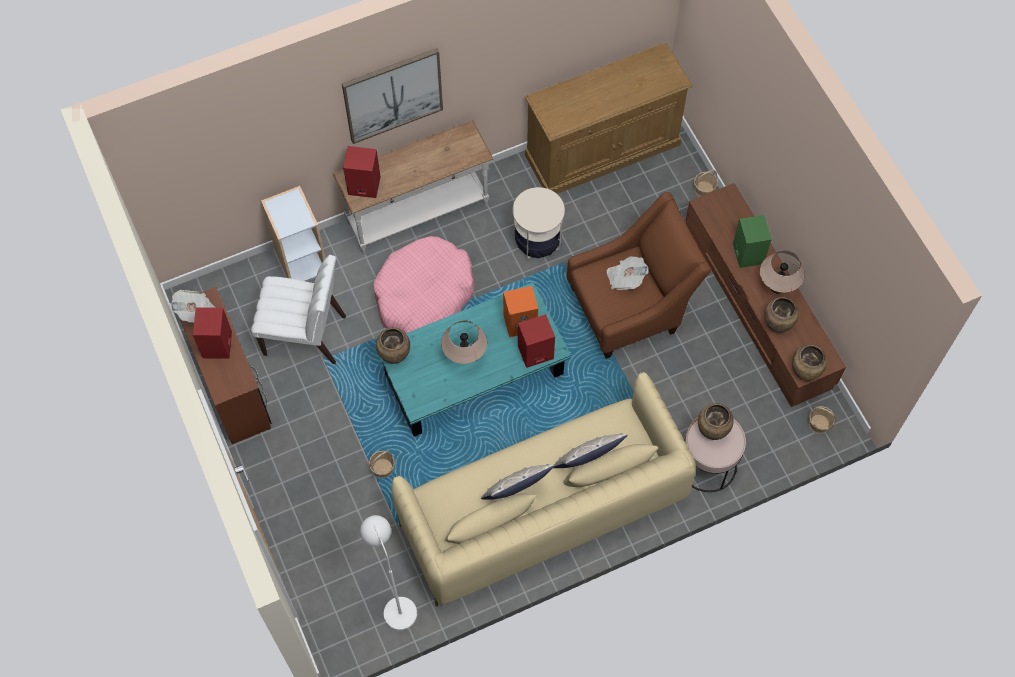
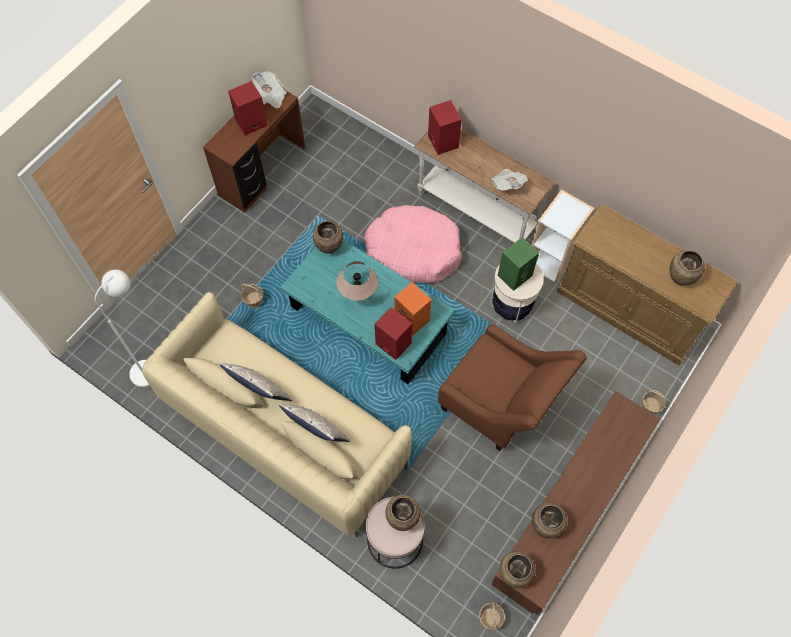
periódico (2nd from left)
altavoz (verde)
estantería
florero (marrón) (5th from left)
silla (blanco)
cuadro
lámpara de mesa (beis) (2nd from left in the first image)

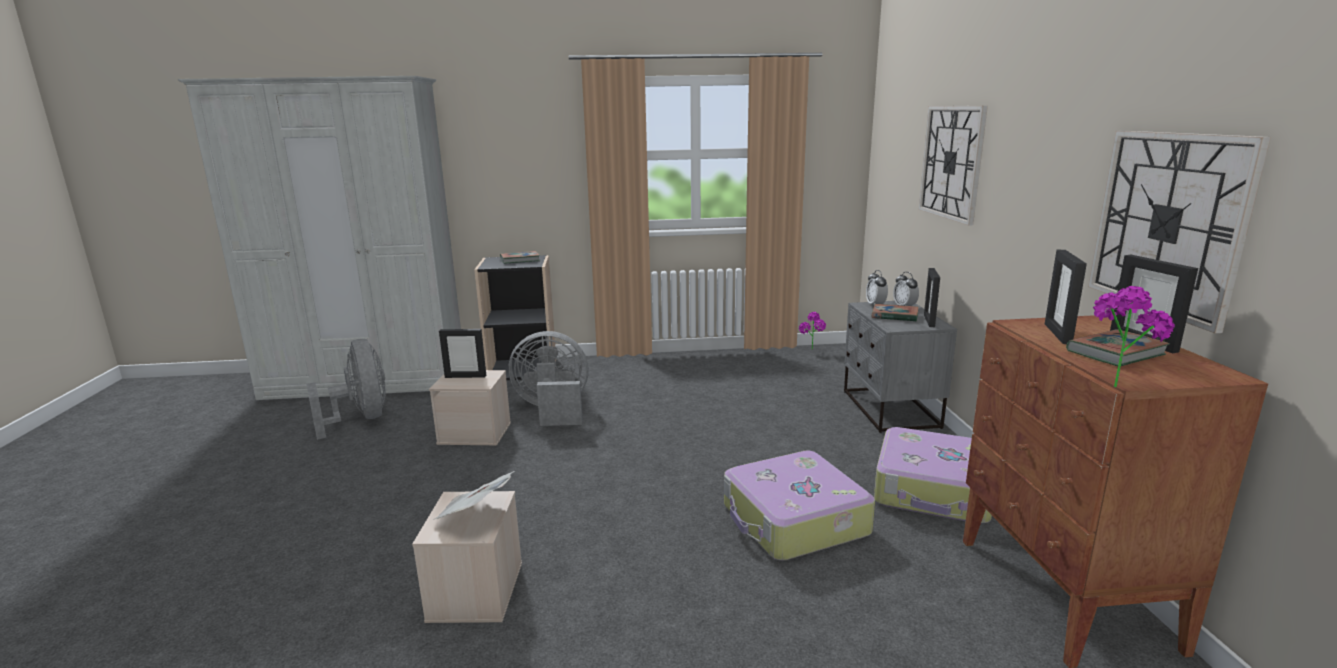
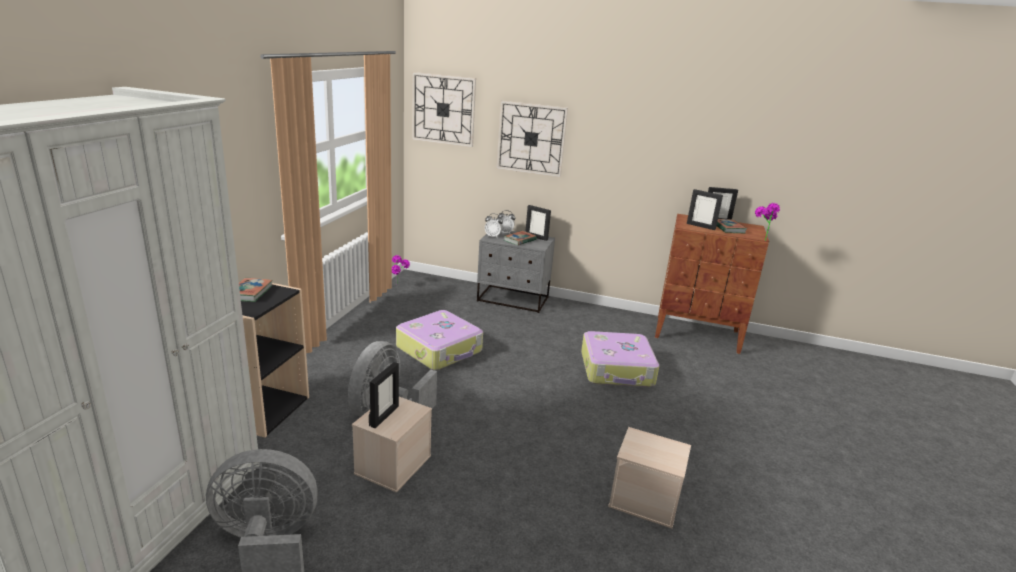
maleta (1st from left)
reloj de pared (1st from left)
periódico

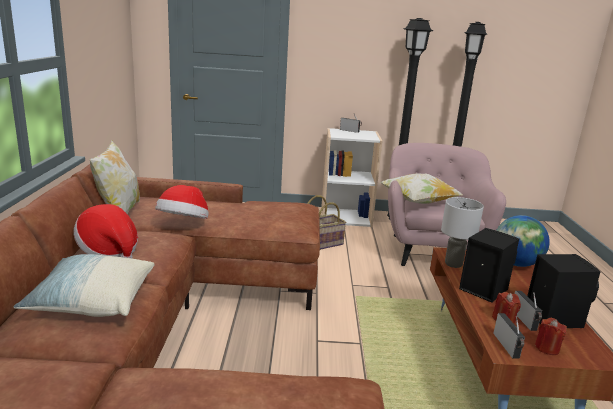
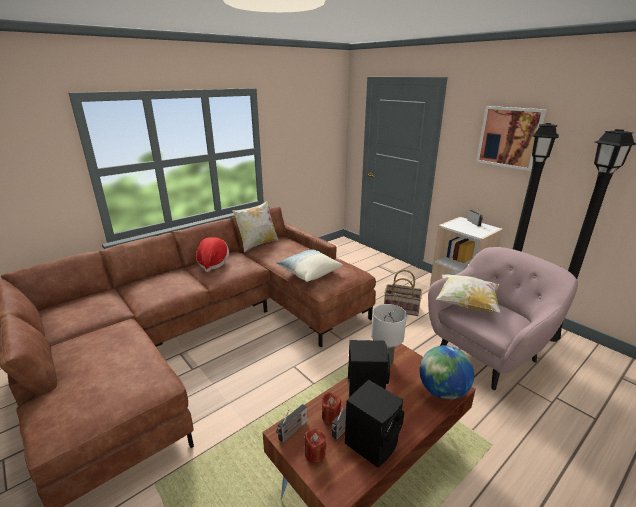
cojín (2nd from left)
cuadro
sombrero (2nd from left in the first image)

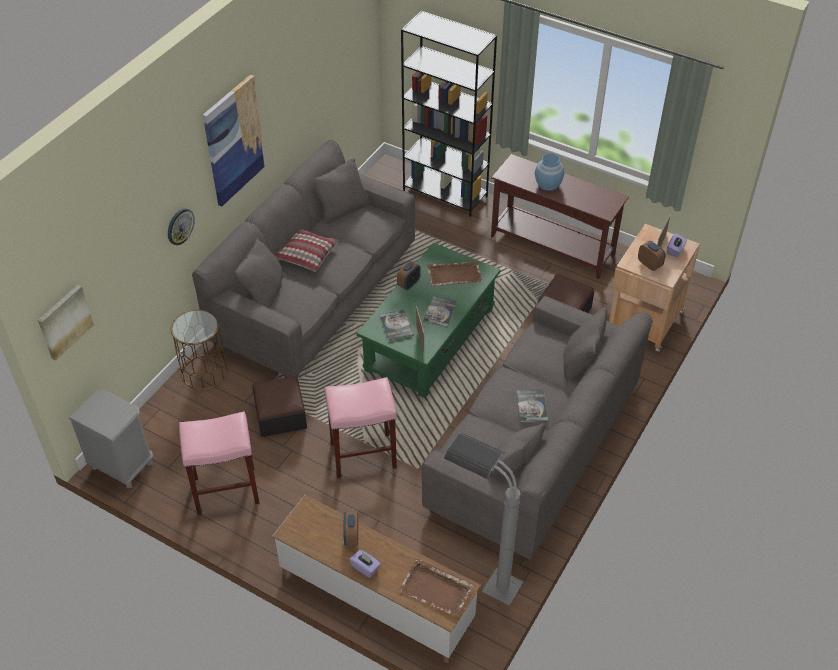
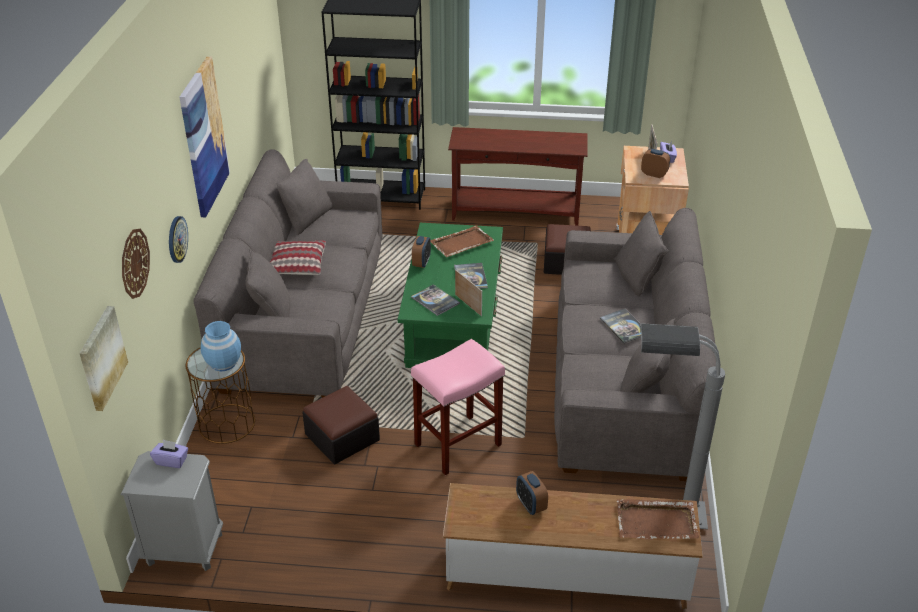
reloj de pared (1st from left)
caja de pañuelos (morado) (1st from left)
florero (azul)
taburete (rosa) (1st from left in the first image)

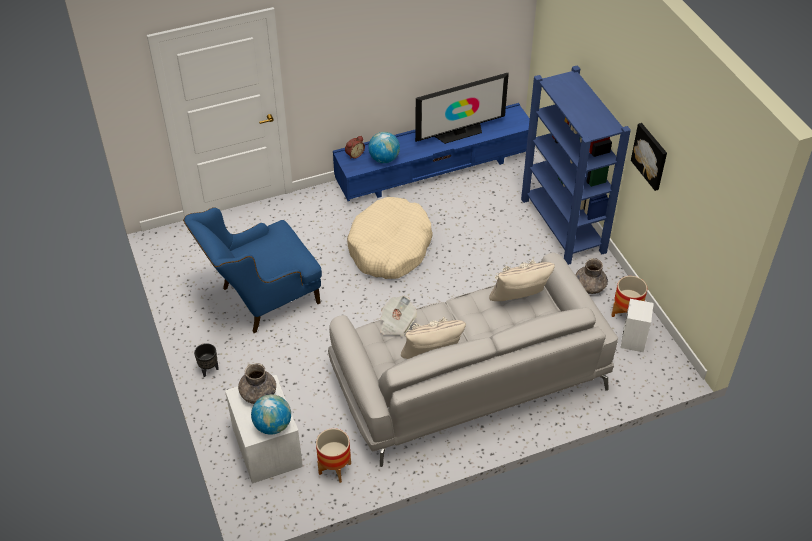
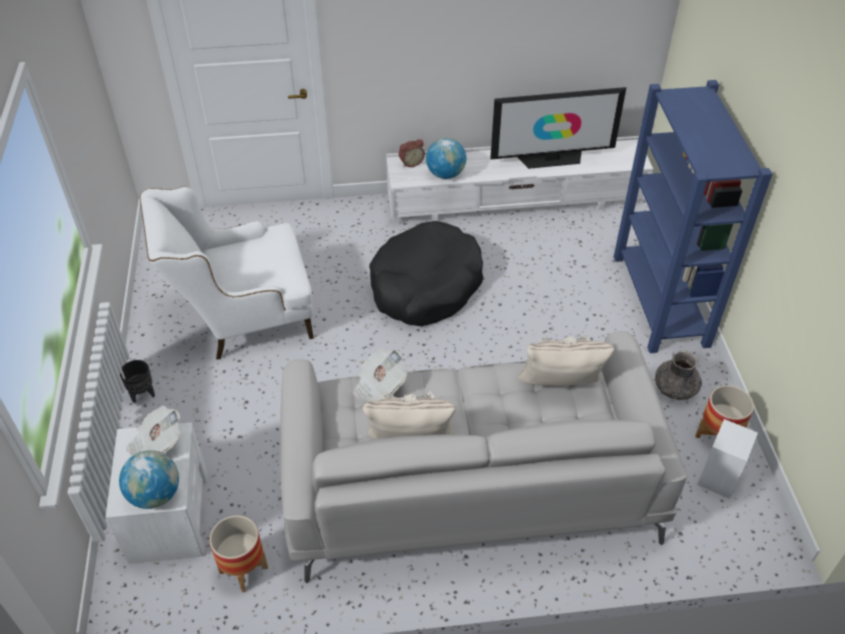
periódico (1st from left)
sillón (blanco)
cama para perro (negro)
mueble de televisión (blanco)
cuadro

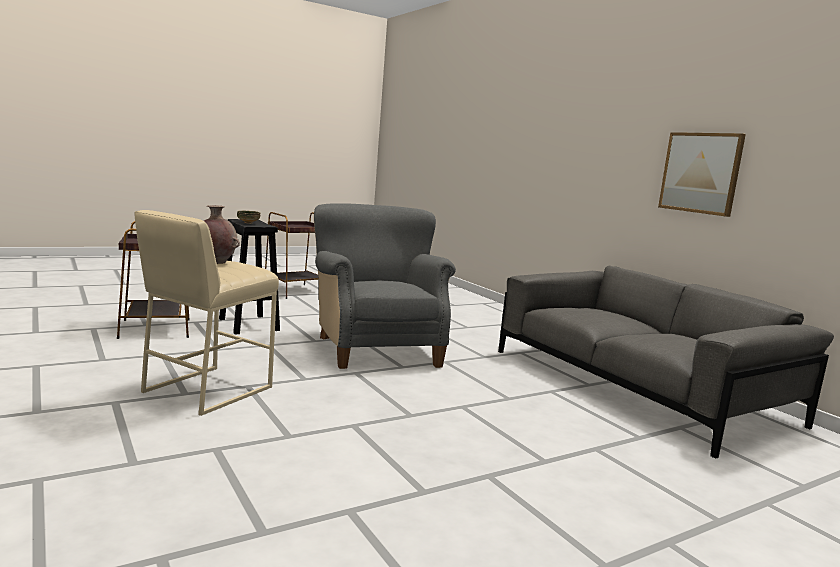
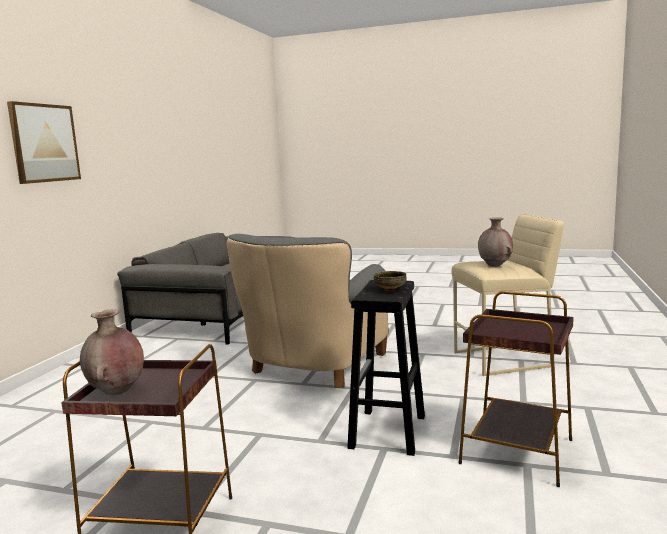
cuadro
florero (marrón) (1st from left)

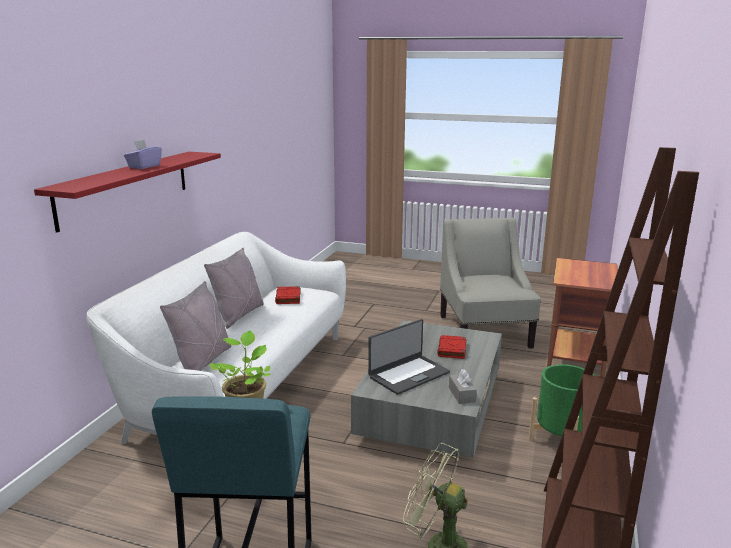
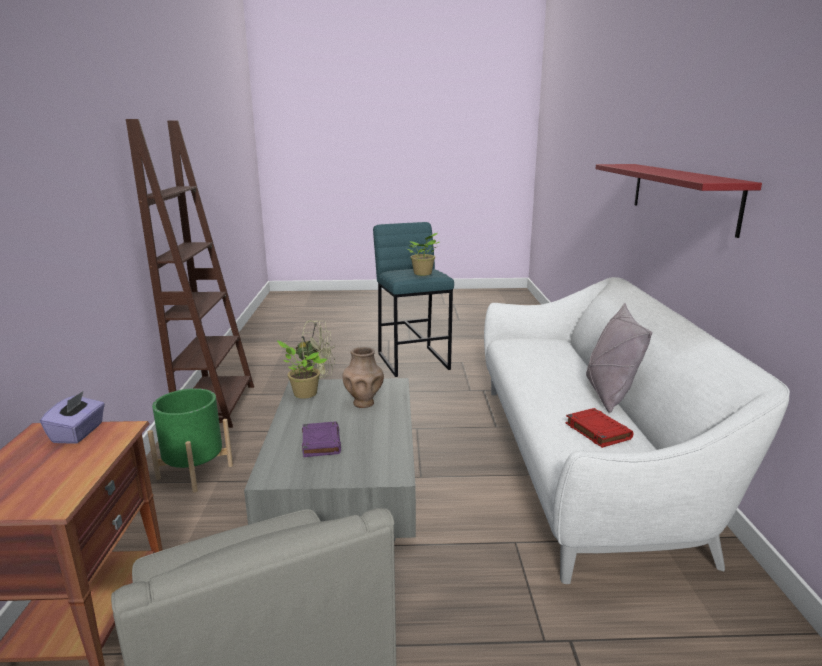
caja de pañuelos (morado)
planta en maceta (1st from left)
libro (morado)
florero (marrón)
cojín (morado) (1st from left in the first image)

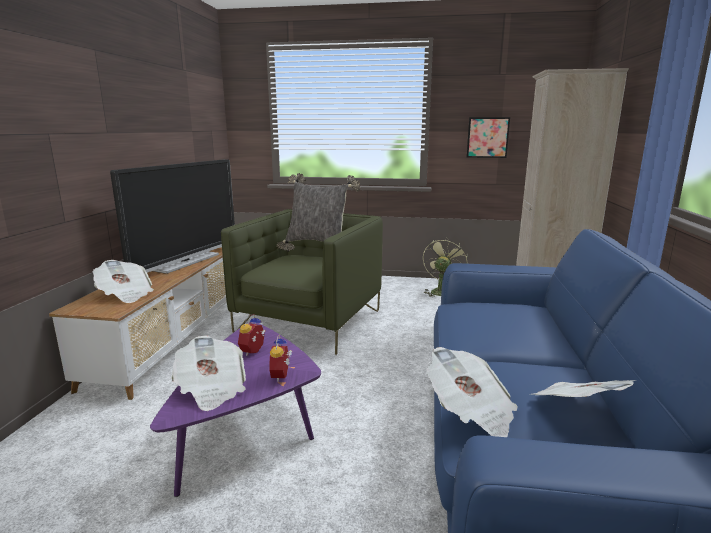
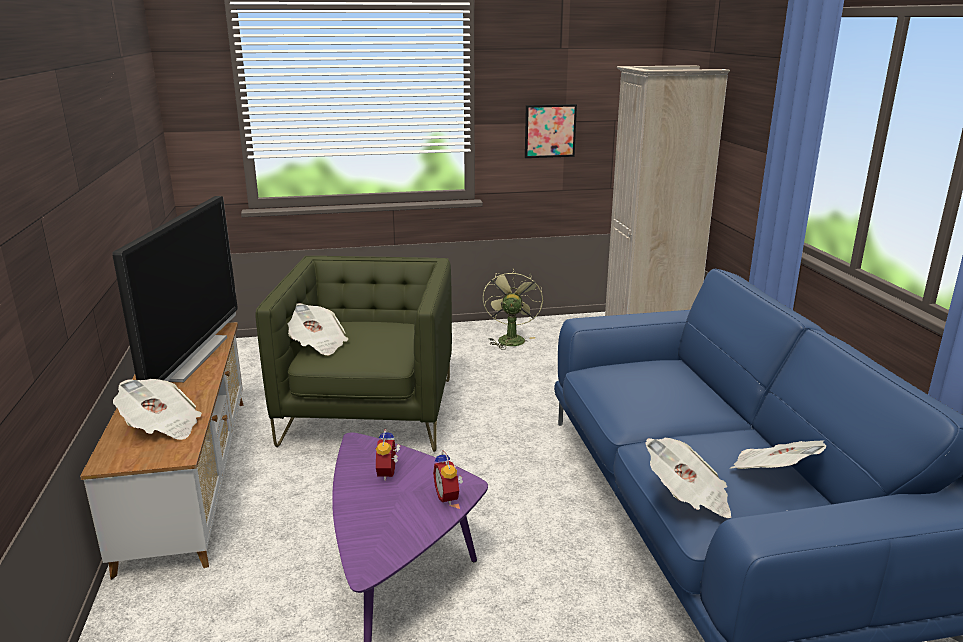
periódico (2nd from left)
cojín

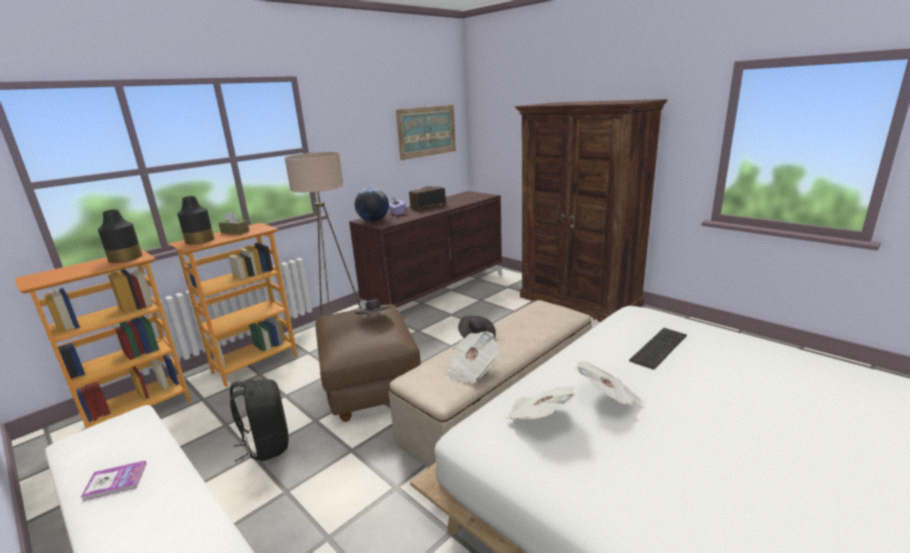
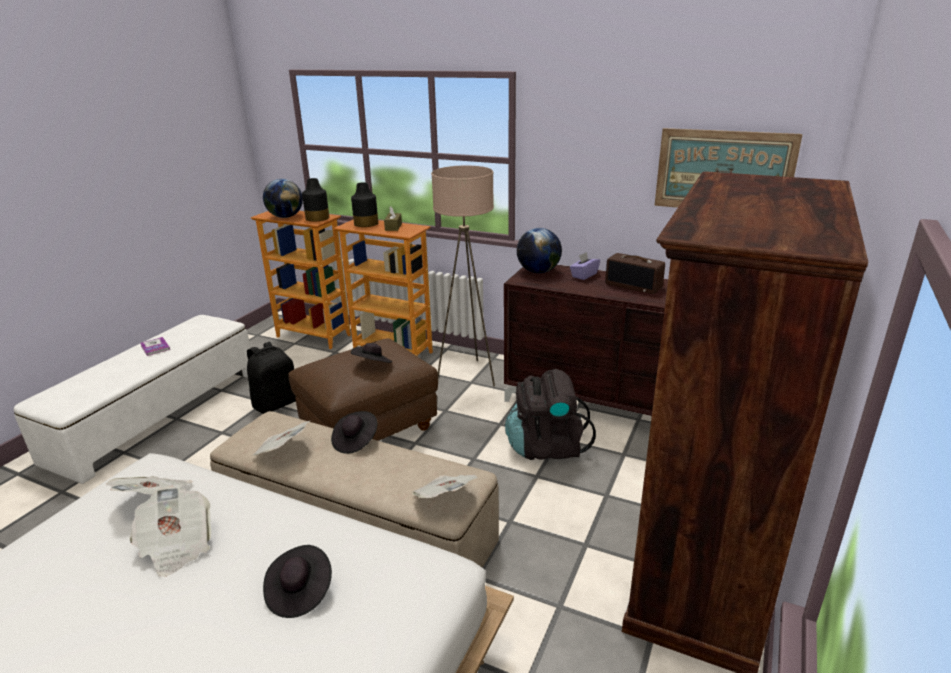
globo terráqueo (1st from left)
sombrero (negro) (1st from left)
periódico (4th from left)
mochila (negro) (2nd from left)

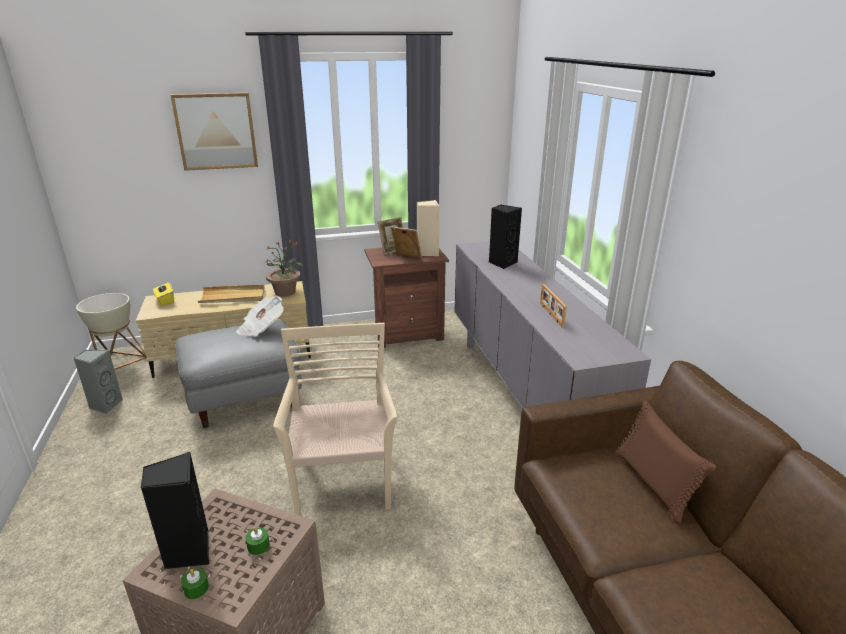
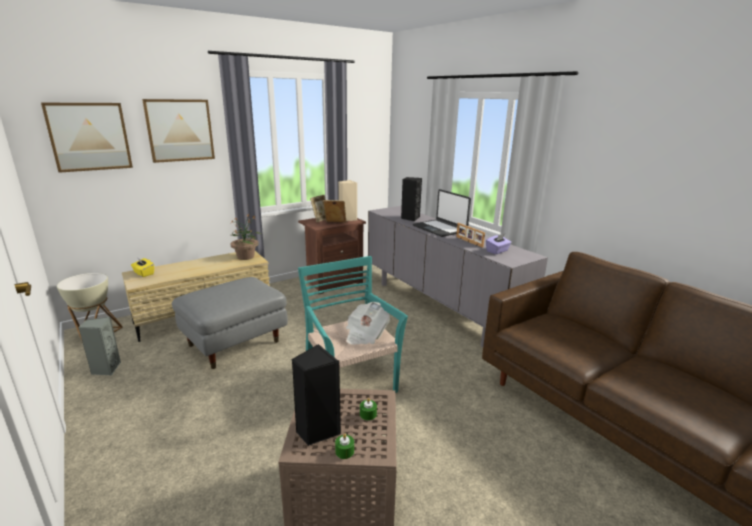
cuadro (1st from left)
sillón (turquesa)
periódico
portátil
caja de pañuelos (morado)
bandeja (beis)
cojín (marrón)

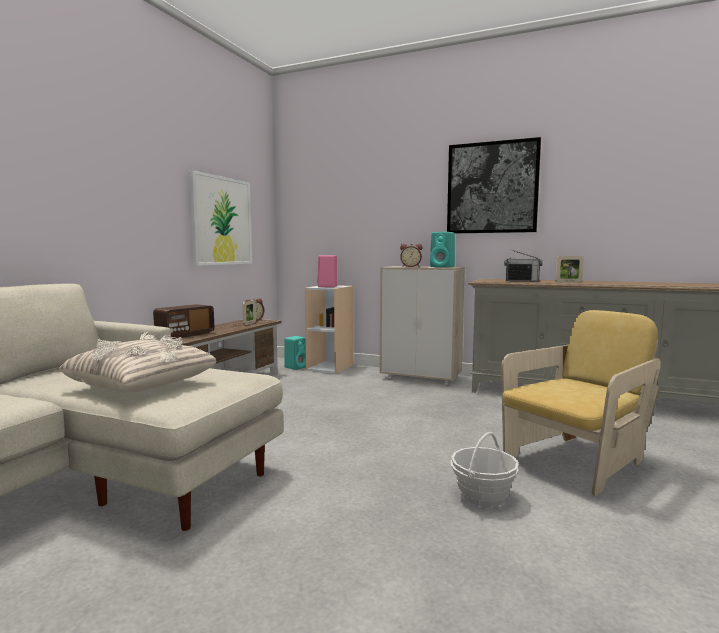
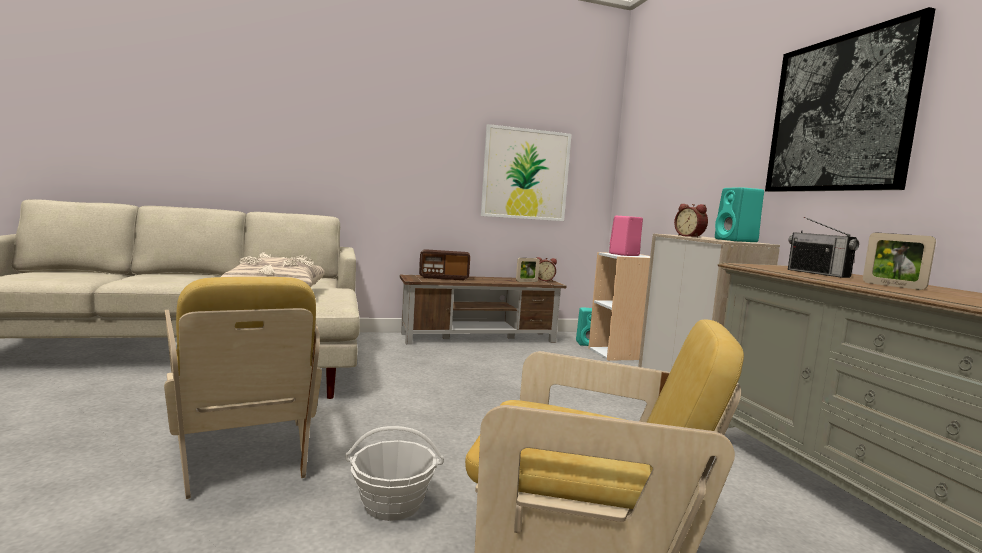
sillón (amarillo) (1st from left)

